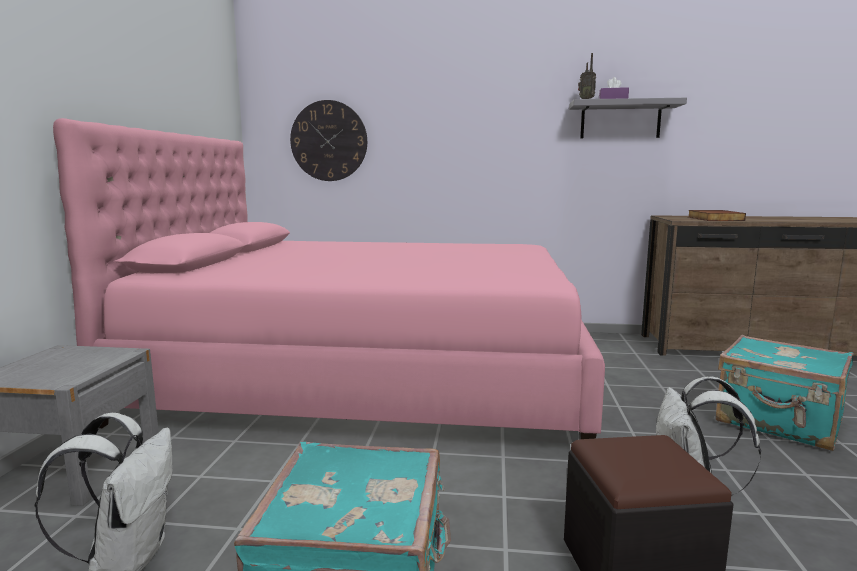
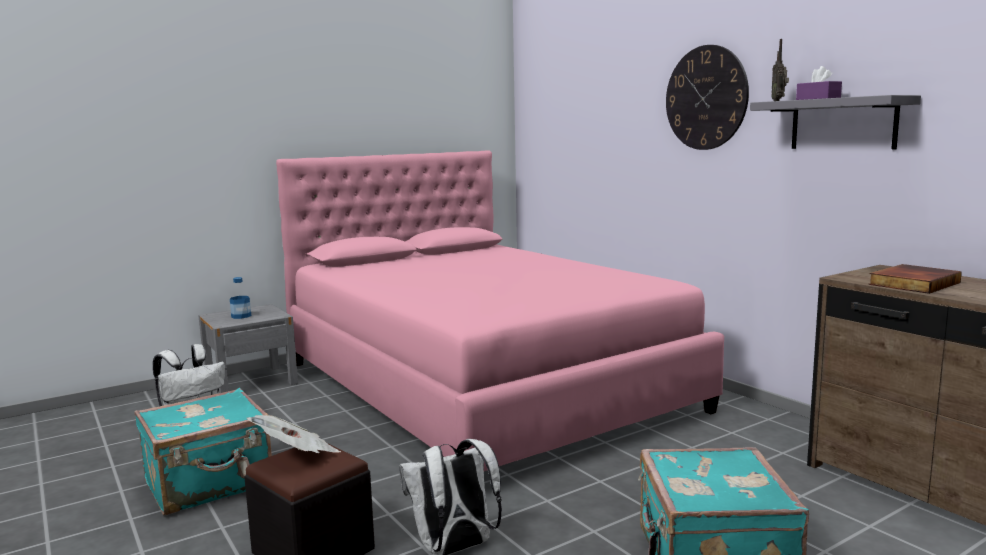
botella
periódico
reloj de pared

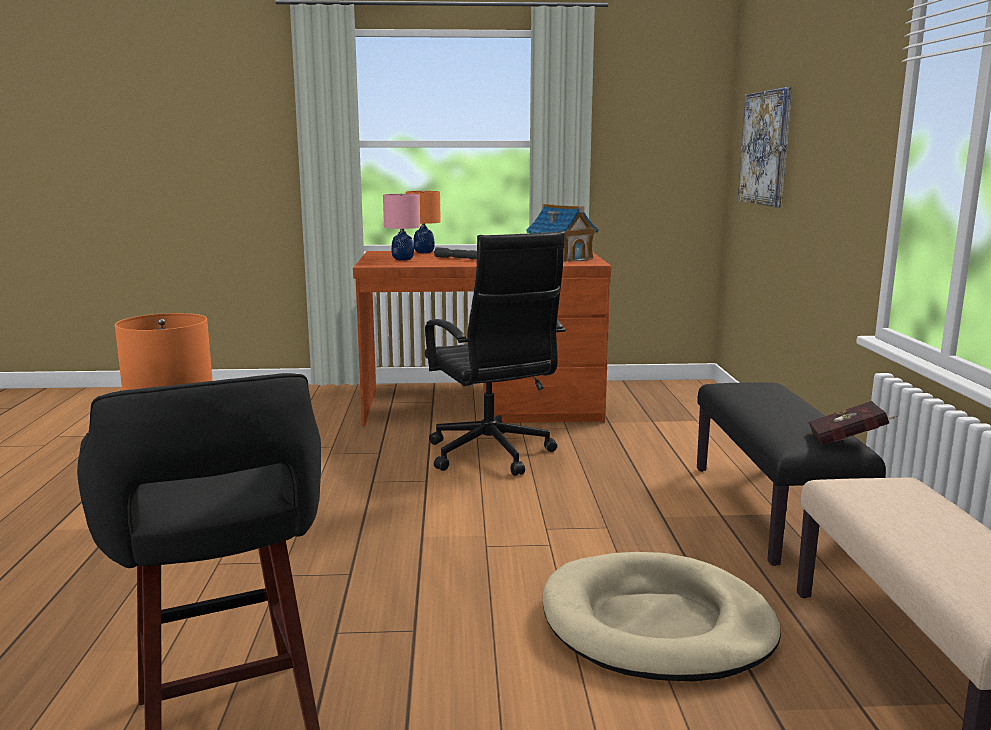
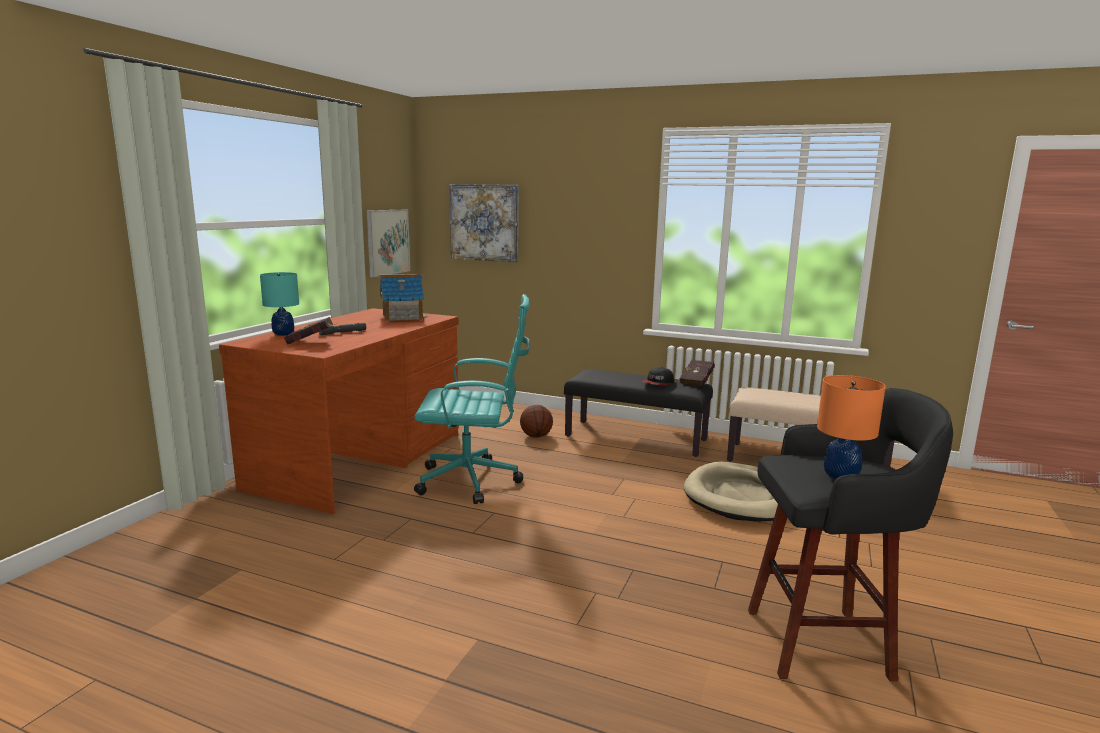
lámpara de mesa (turquesa)
libro (rojo) (1st from left)
cuadro (1st from left)
silla de oficina (turquesa)
balón de baloncesto
gorra

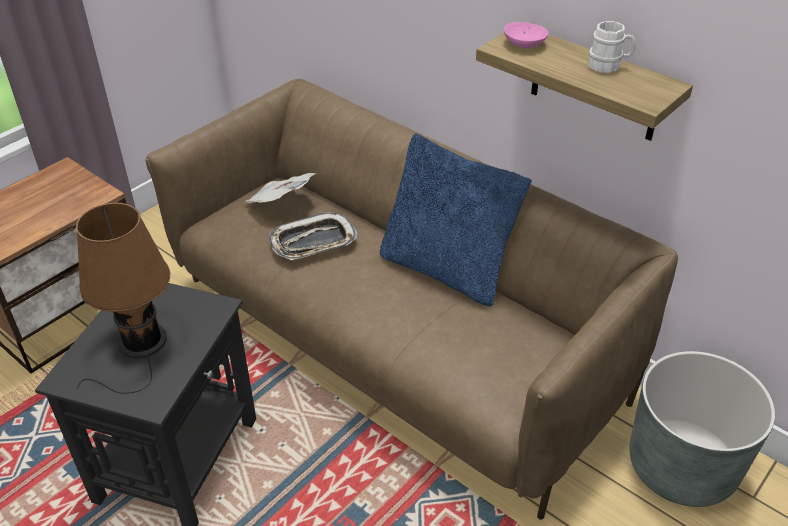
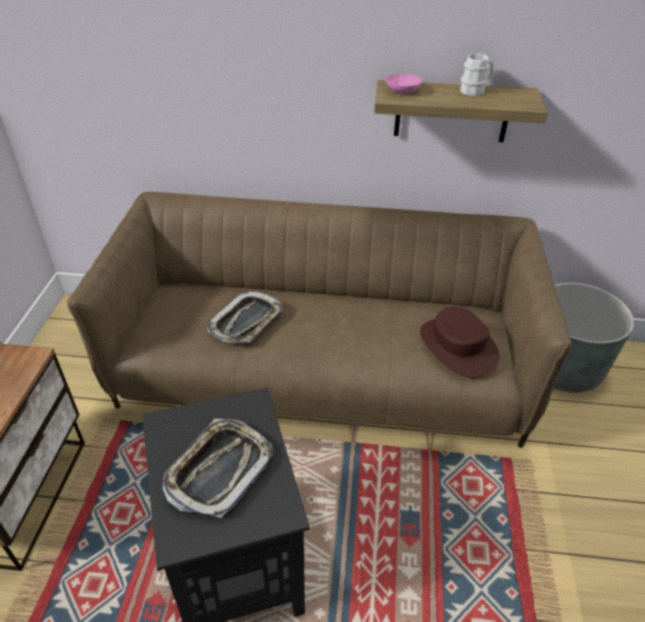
bandeja (1st from left)
sombrero (marrón)
periódico
cojín (azul)

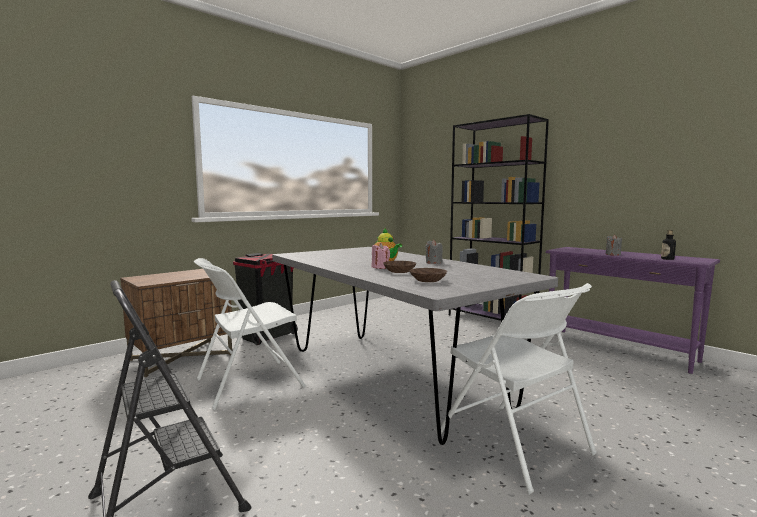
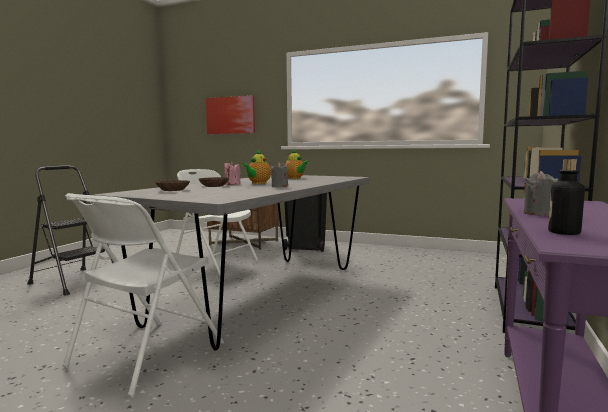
cuadro
tetera (2nd from left)

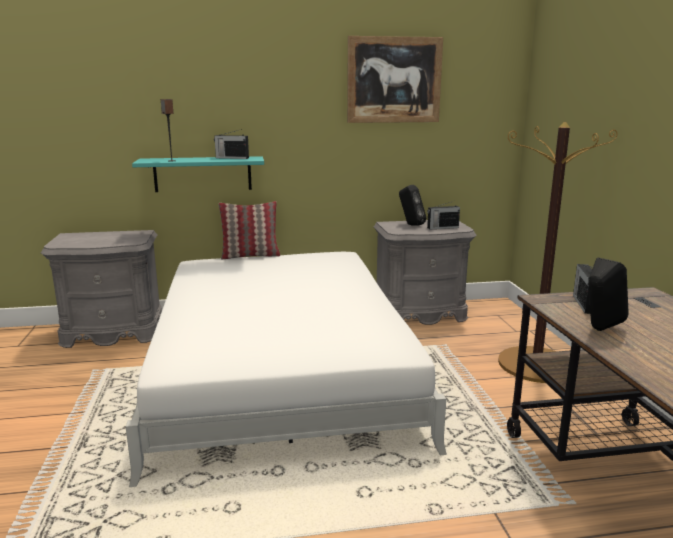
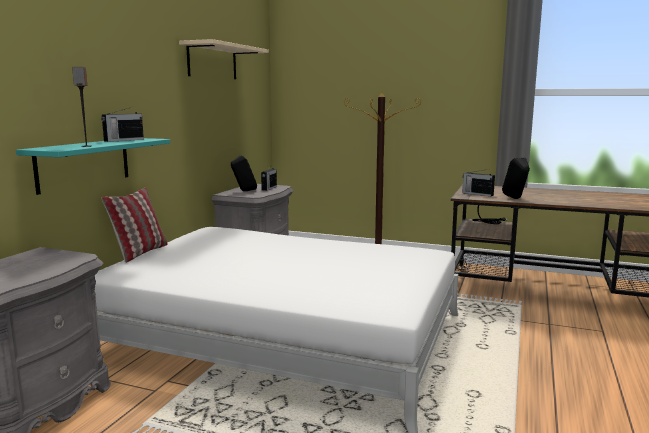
estante (beis)

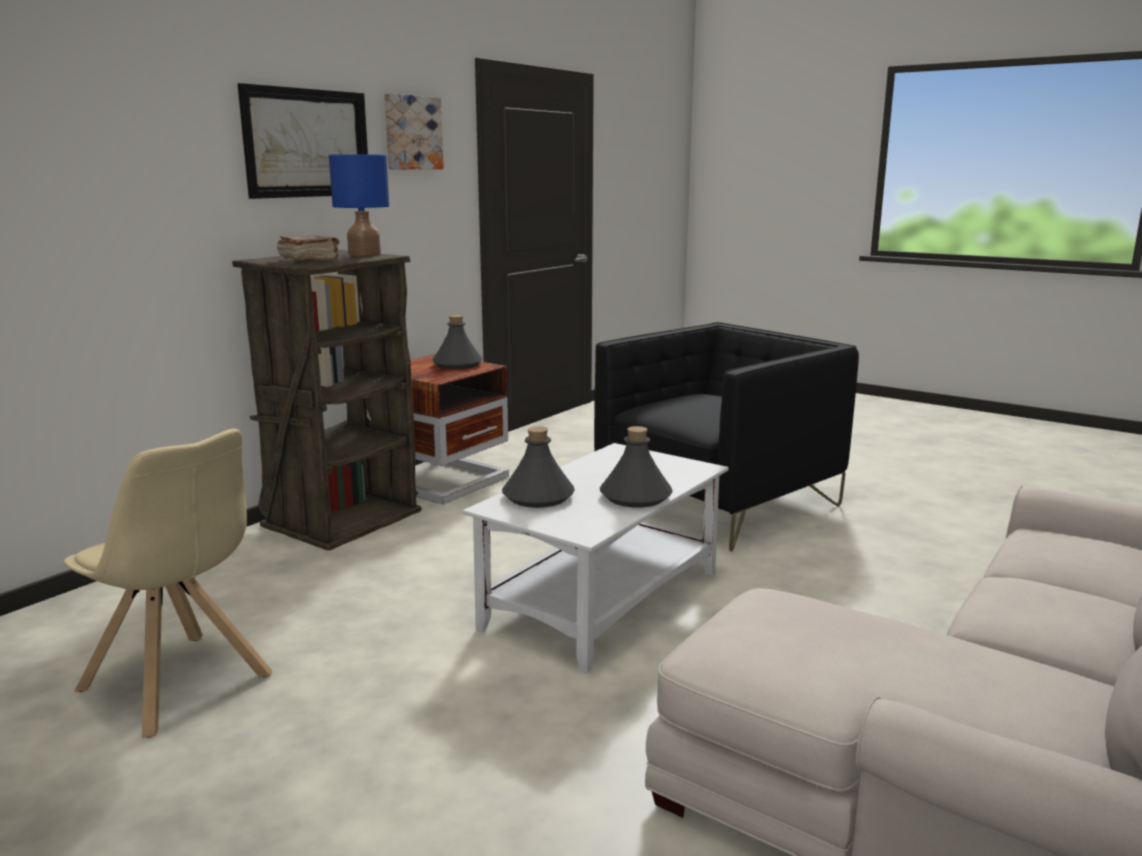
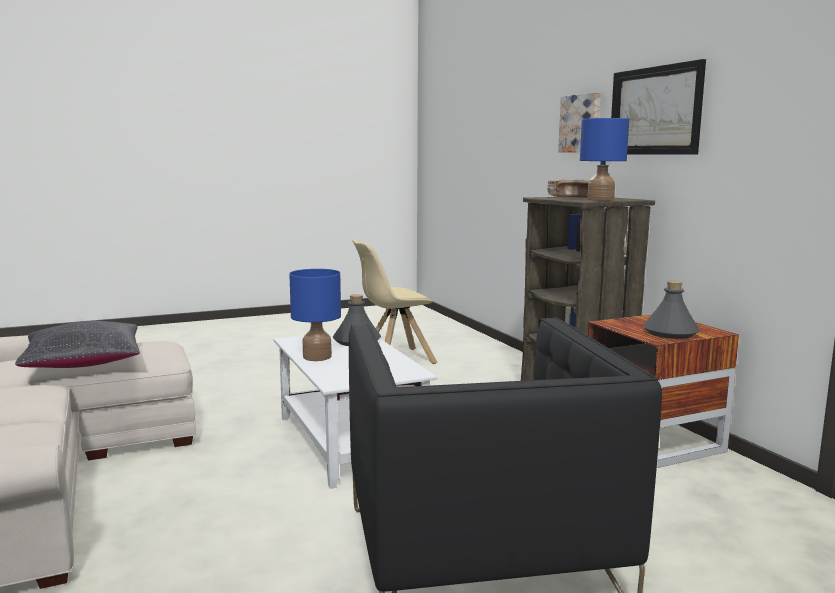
cojín (negro)
lámpara de mesa (azul) (1st from left)
cuadro (1st from left)

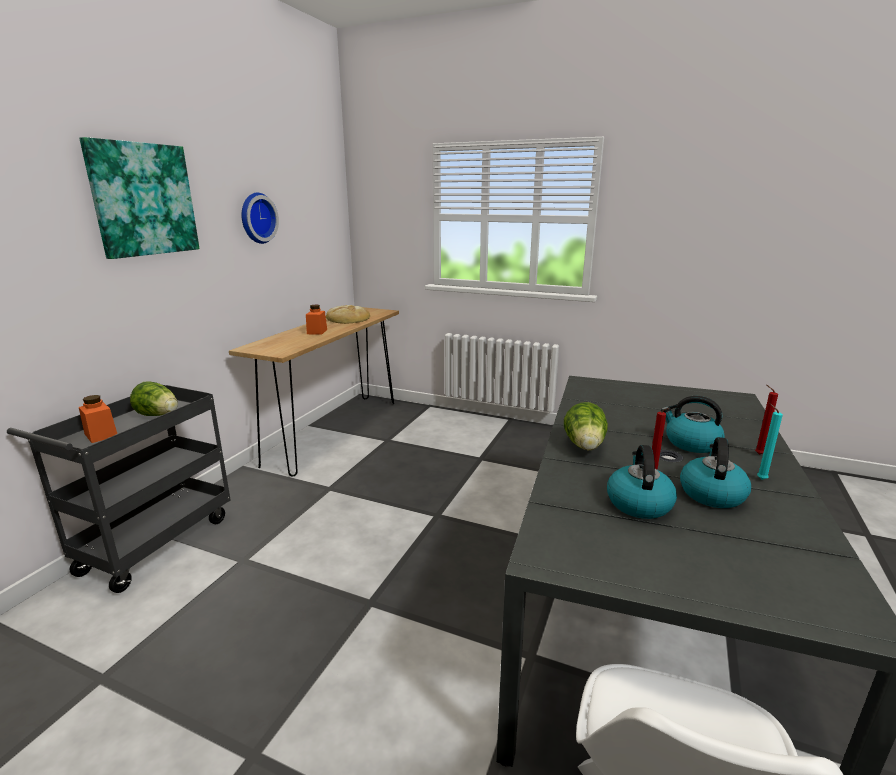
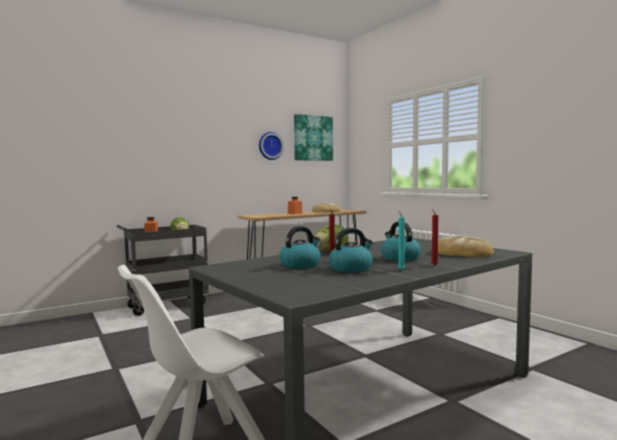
cuadro
pan (2nd from left)

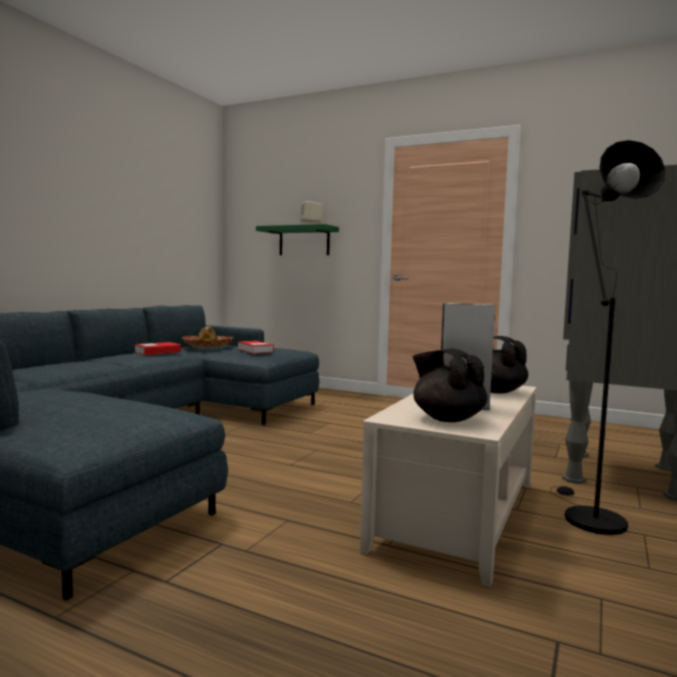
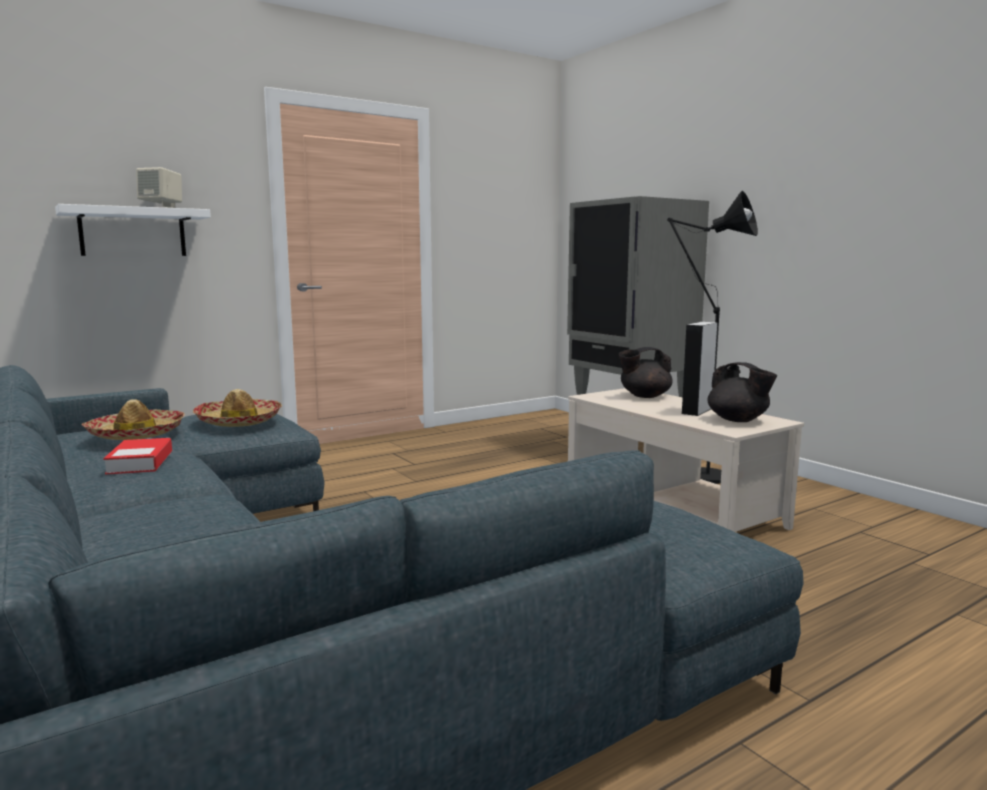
estante (blanco)
sombrero (2nd from left)
tetera (negro) (2nd from left)

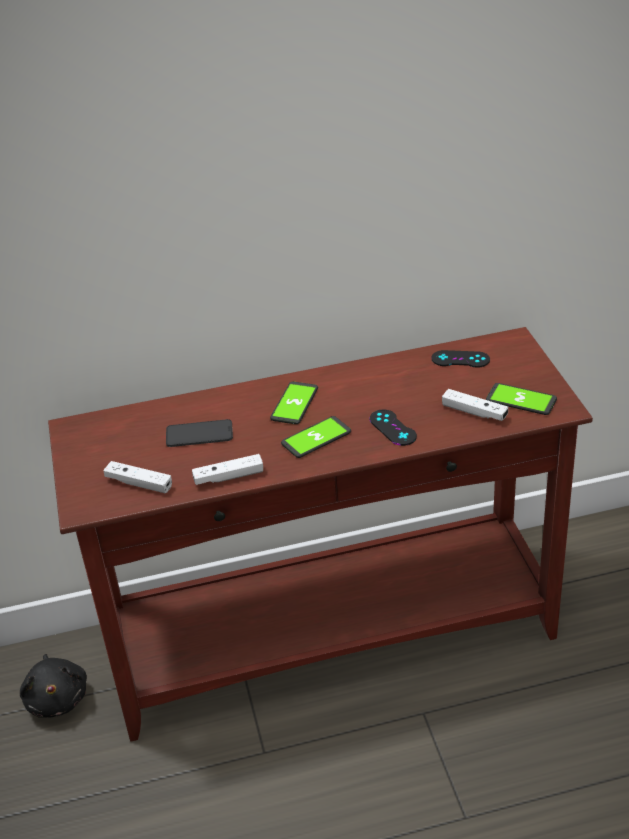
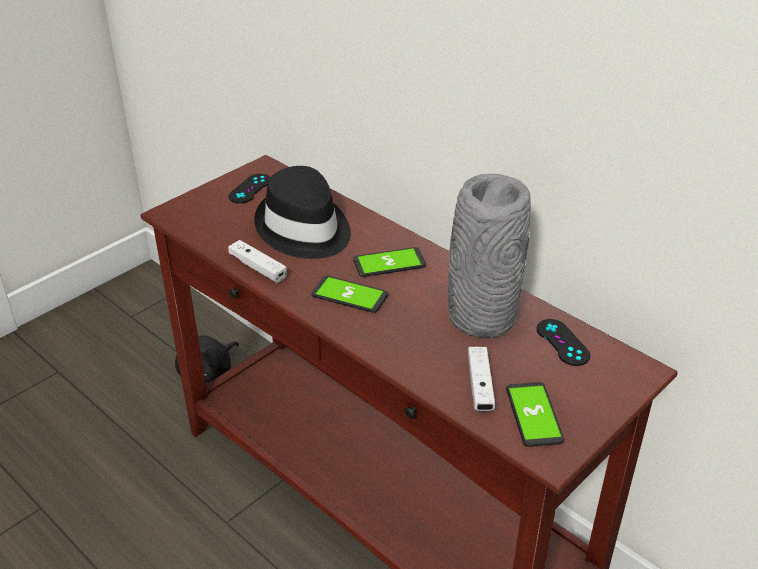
mando de consola (negro) (1st from left)
sombrero (negro)
florero (gris)
mando de consola (blanco) (1st from left in the first image)

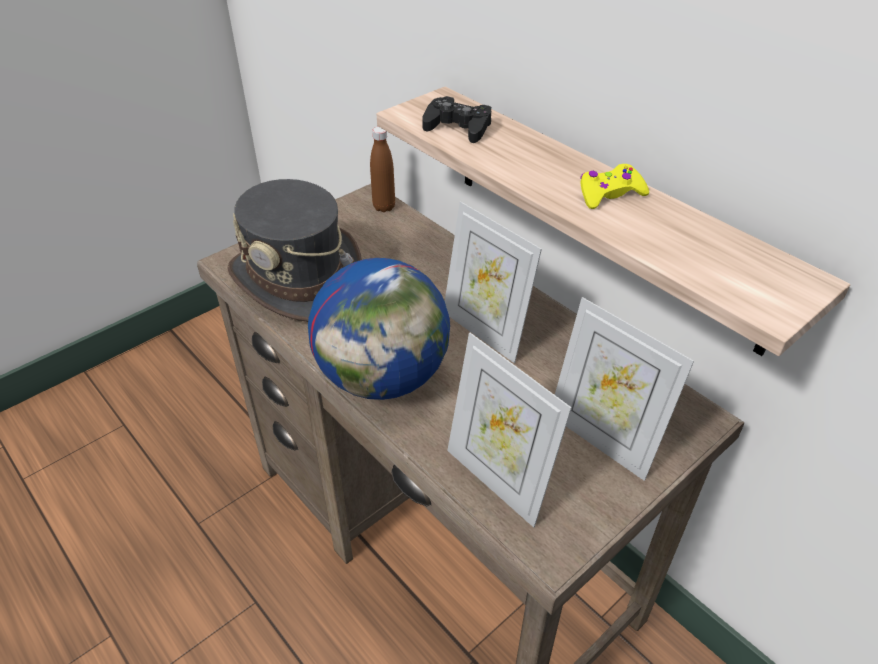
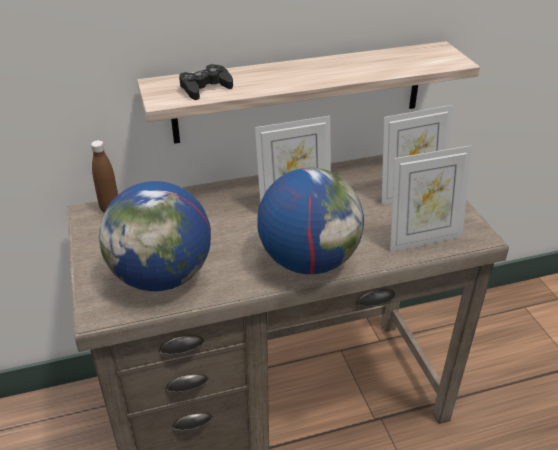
globo terráqueo (1st from left)
mando de consola (amarillo)

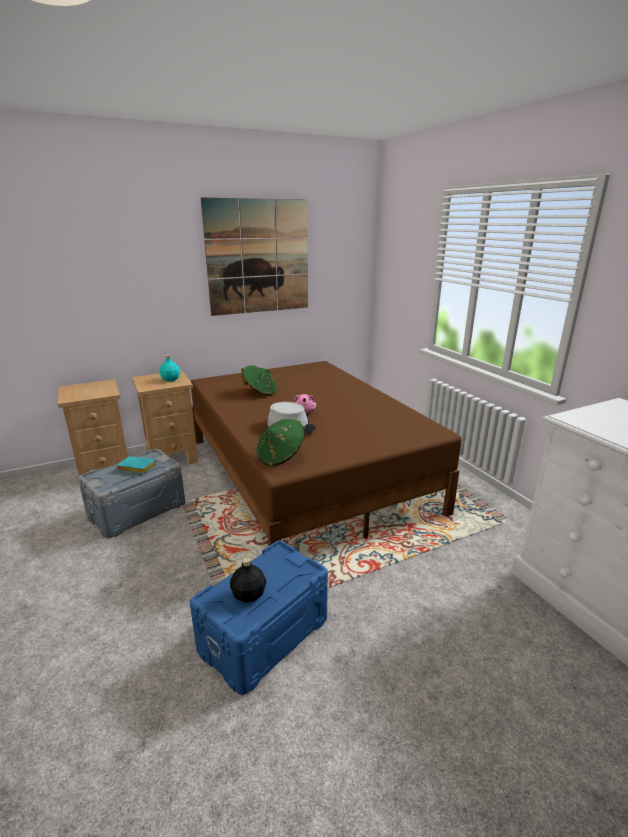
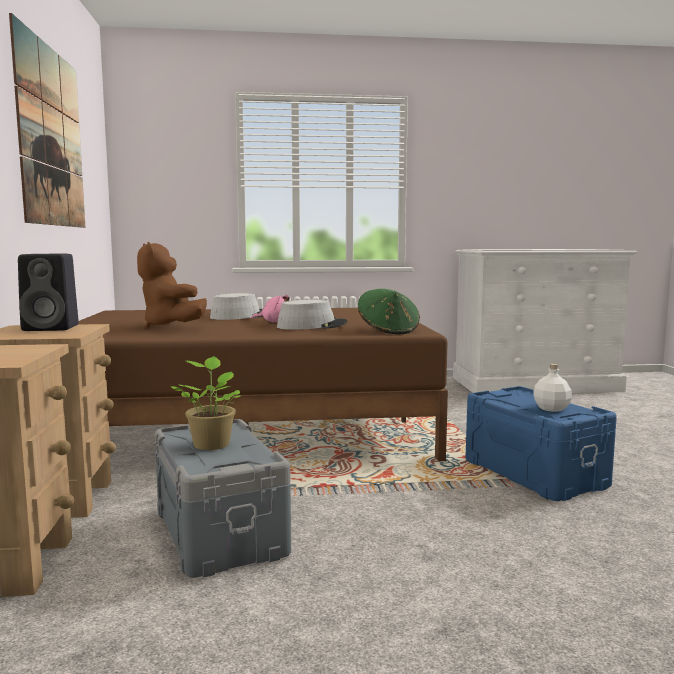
altavoz (negro)
peluche (marrón)
planta en maceta
sombrero (gris) (1st from left)
botella (blanco)

